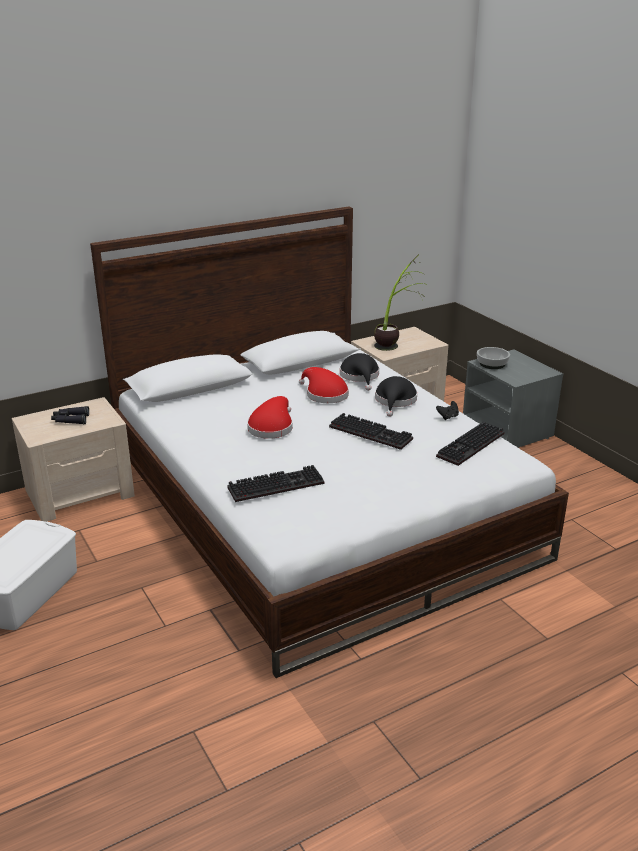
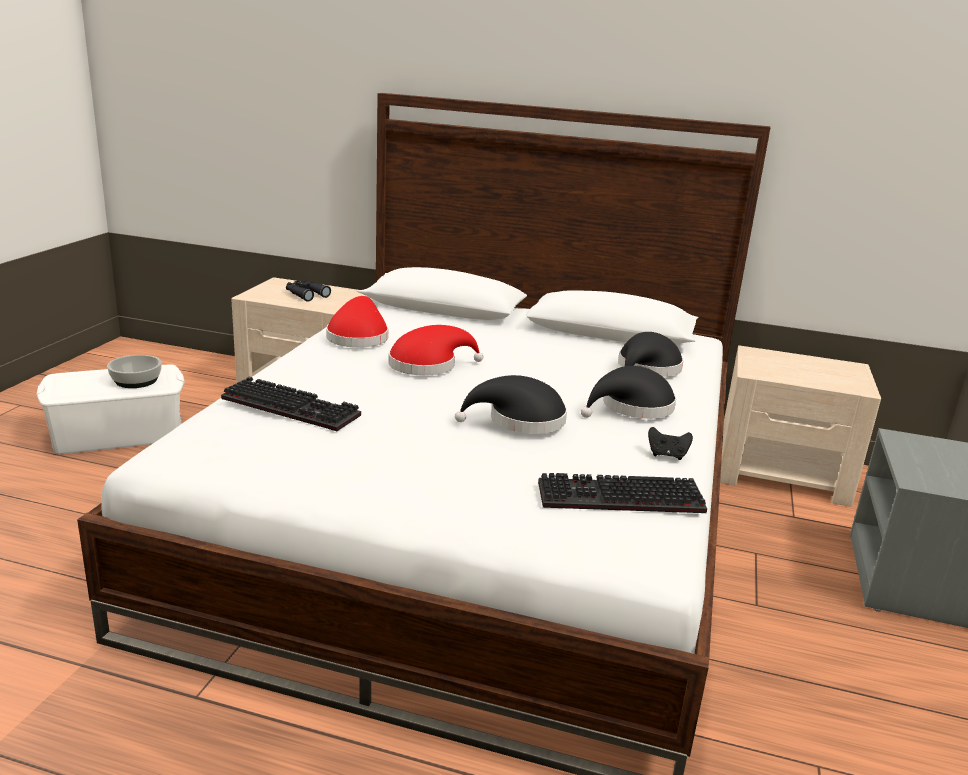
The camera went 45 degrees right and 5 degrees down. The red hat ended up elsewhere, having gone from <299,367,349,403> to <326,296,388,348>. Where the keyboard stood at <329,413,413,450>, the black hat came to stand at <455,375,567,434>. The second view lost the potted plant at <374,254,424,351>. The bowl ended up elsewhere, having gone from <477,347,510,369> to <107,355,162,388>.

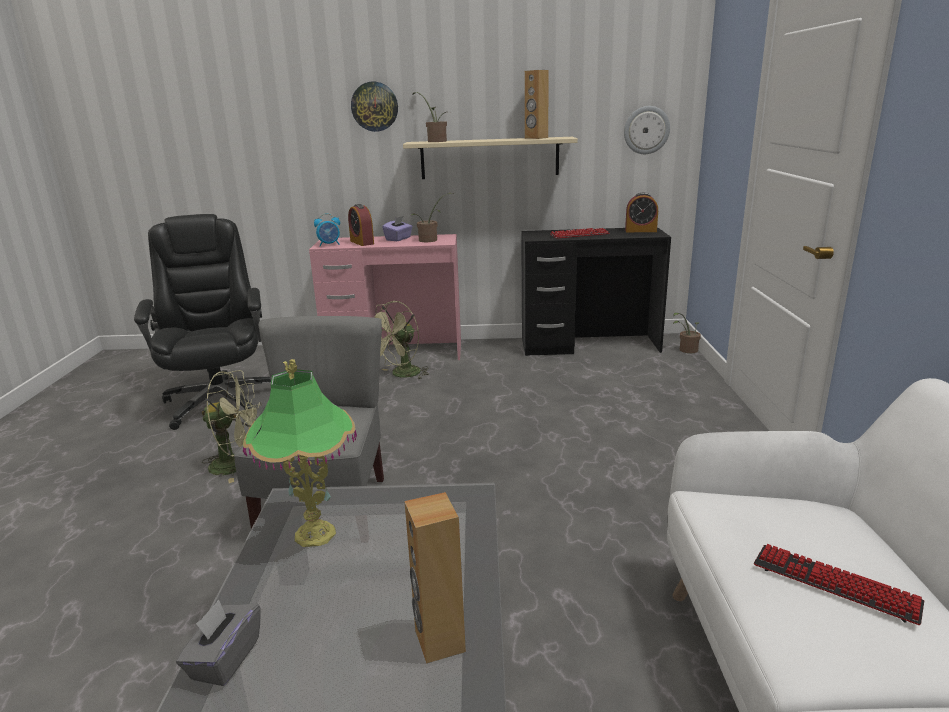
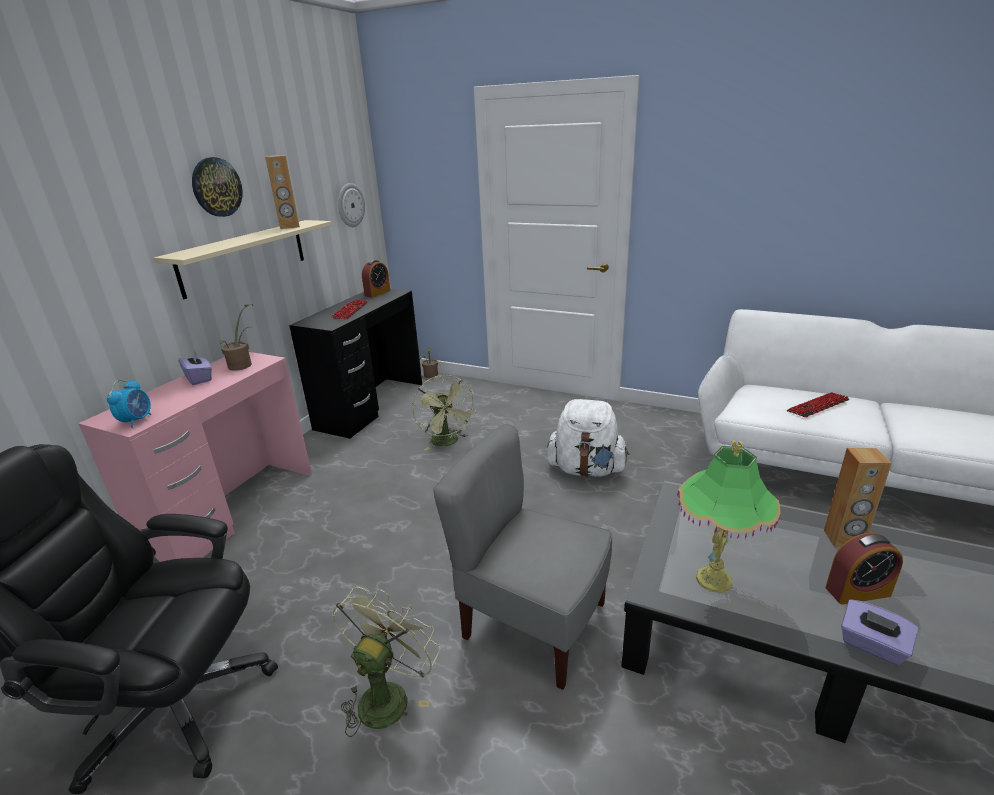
The camera went 65 degrees left and 5 degrees up. What was the grey tissue box at <176,600,261,686> turned into the purple tissue box at <841,599,918,666>. The alarm clock ended up elsewhere, having gone from <348,204,374,246> to <825,533,903,605>. The wall clock ended up elsewhere, having gone from <351,81,398,132> to <192,157,242,217>. The green fan ended up elsewhere, having gone from <374,301,429,379> to <412,375,476,450>. The second view lost the potted plant at <413,92,447,142>. The second view gained the white backpack at <547,399,629,477>.

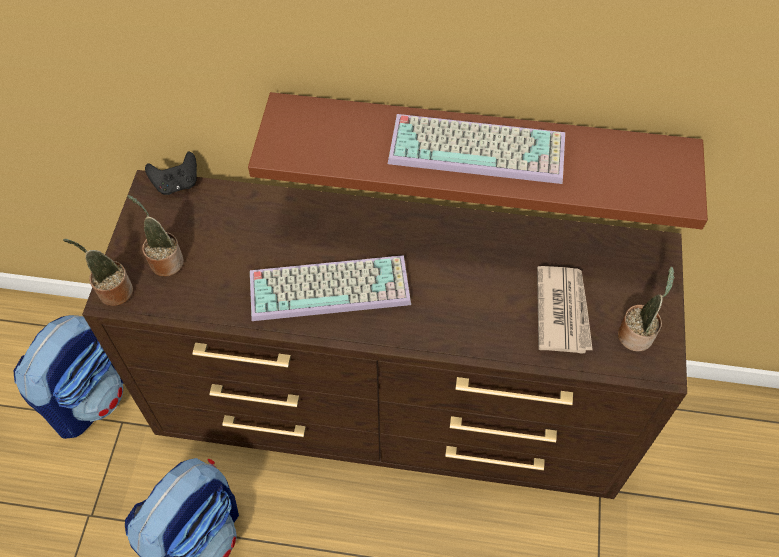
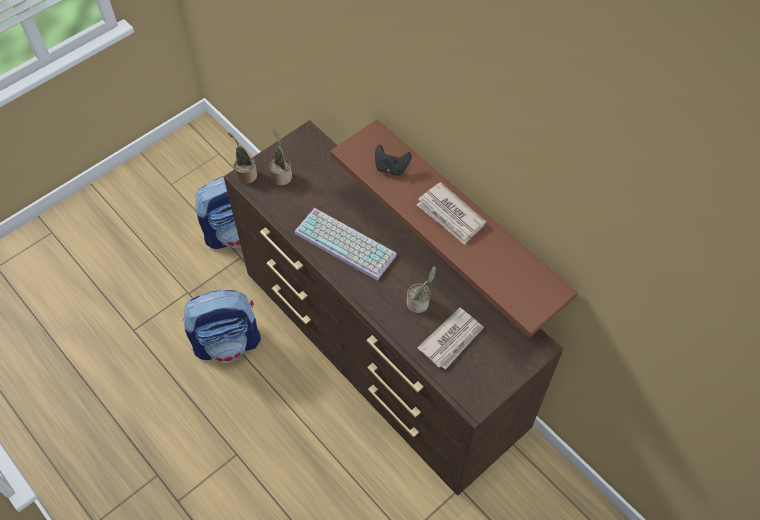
The camera went 40 degrees right and 0 degrees up. The black game controller ended up elsewhere, having gone from <145,152,197,195> to <375,145,412,176>. Where the keyboard stood at <388,114,565,184>, the newspaper came to stand at <417,182,486,245>. The potted plant ended up elsewhere, having gone from <618,266,675,352> to <407,266,436,313>.

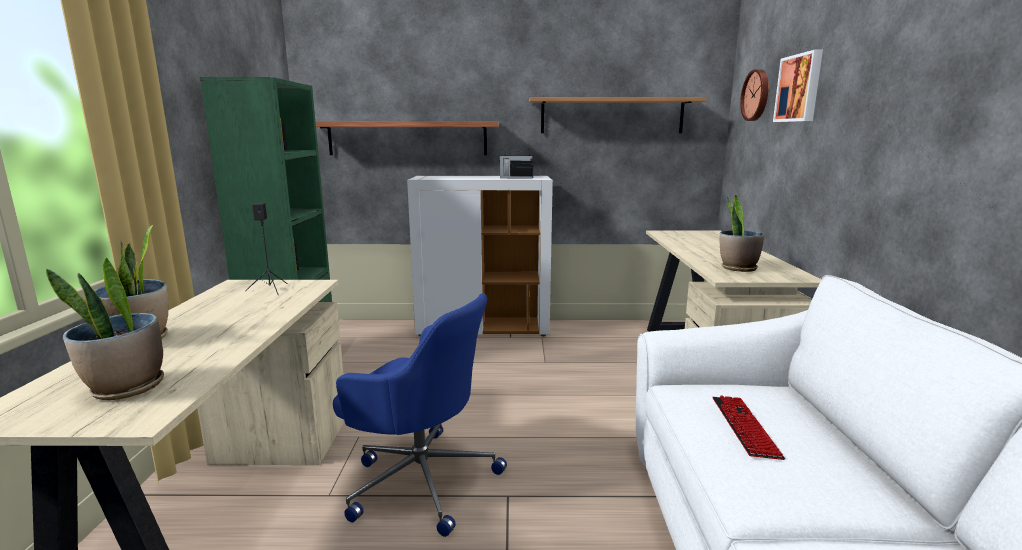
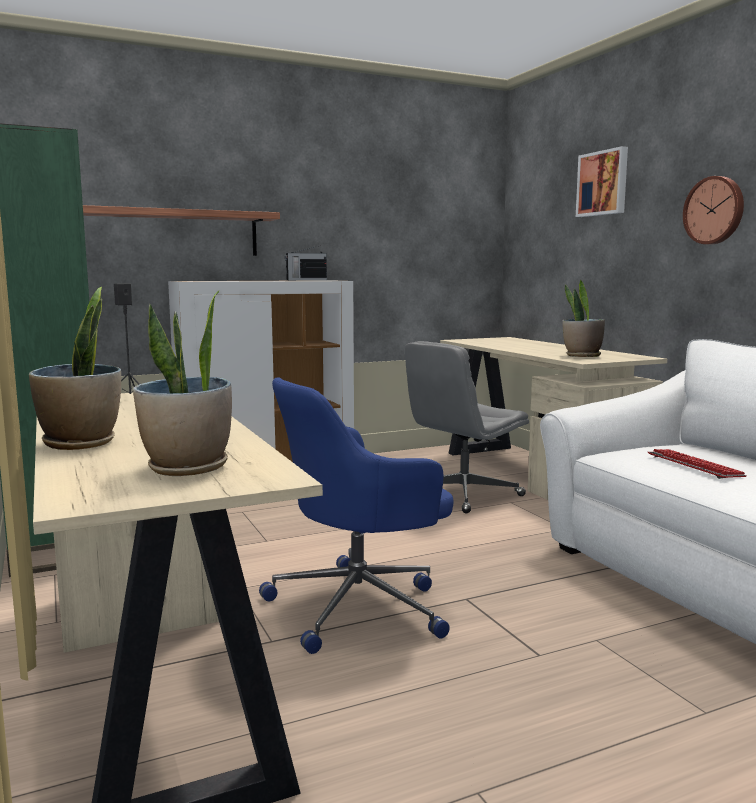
The camera went 25 degrees left and 5 degrees down. The blue office chair at <333,293,507,537> ended up facing another way, 150 degrees clockwise from before. The second view lost the shelf at <529,97,707,133>. The wall clock ended up elsewhere, having gone from <740,69,769,121> to <683,176,744,245>. The second view gained the grey office chair at <405,341,529,513>.

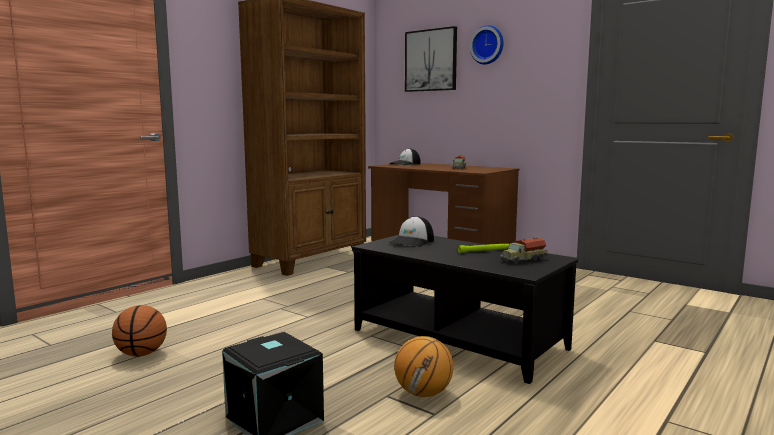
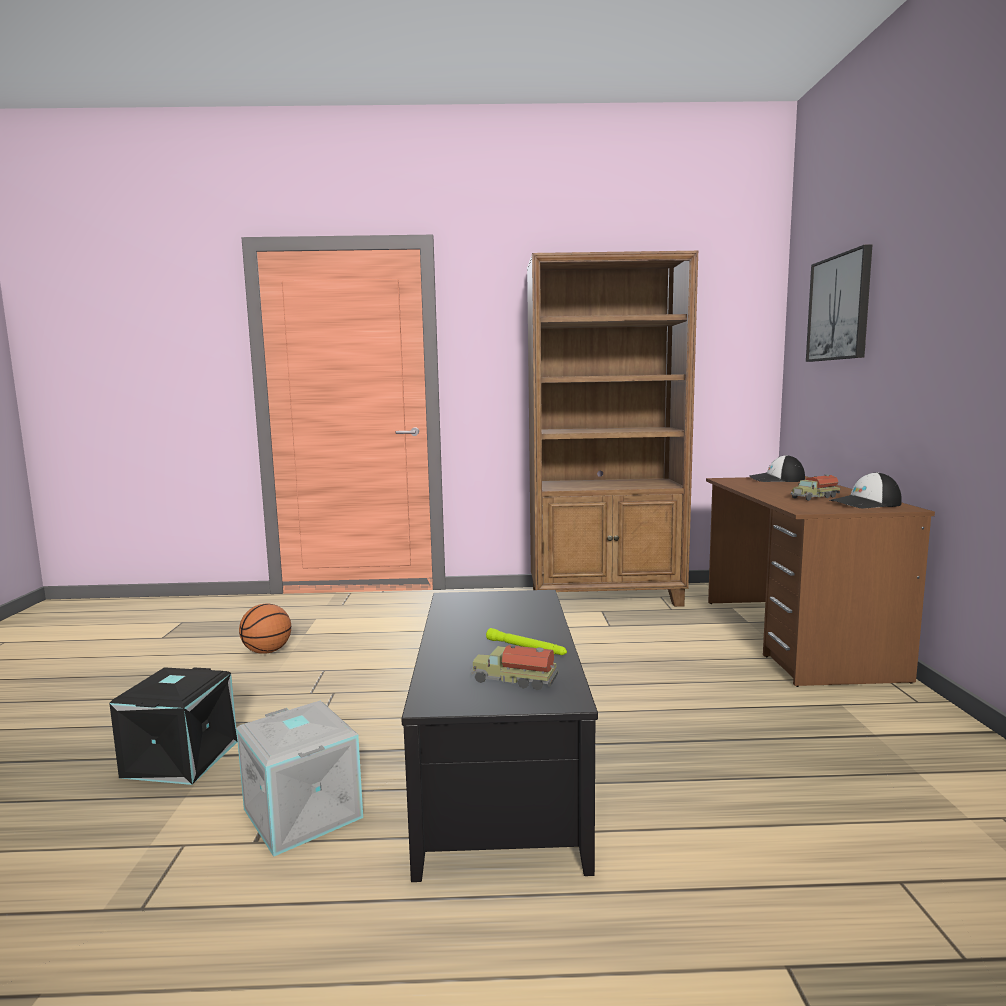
The camera went 50 degrees right and 0 degrees up. The cap ended up elsewhere, having gone from <389,216,434,247> to <829,472,902,508>. Where the basketball stood at <394,336,454,397>, the grey storage box came to stand at <236,701,363,857>. The second view lost the wall clock at <470,25,504,65>.

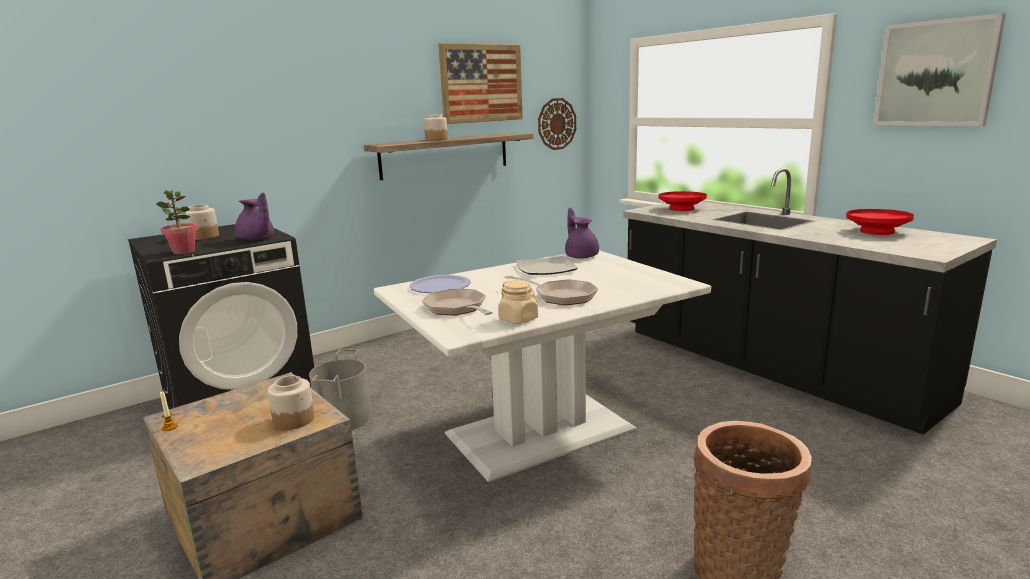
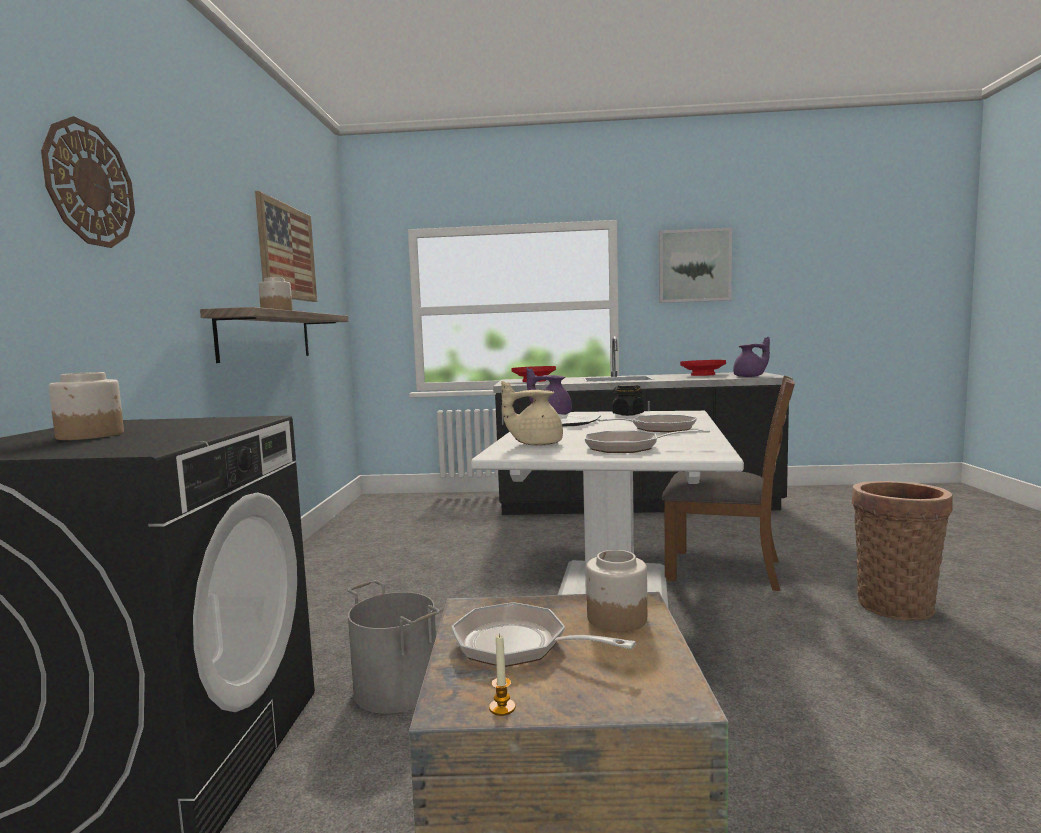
The camera went 50 degrees left and 10 degrees down. The second view lost the potted plant at <156,190,198,254>. The purple teapot ended up elsewhere, having gone from <235,192,273,240> to <733,337,770,377>. Where the plate stood at <409,275,471,293>, the beige teapot came to stand at <501,381,563,445>. The second view lost the beige jar at <498,280,538,324>. The wall clock ended up elsewhere, having gone from <538,98,576,150> to <41,116,135,248>. The second view gained the frying pan at <452,602,636,667>. The second view gained the black jar at <612,384,644,416>. The second view gained the brown chair at <662,375,795,591>.

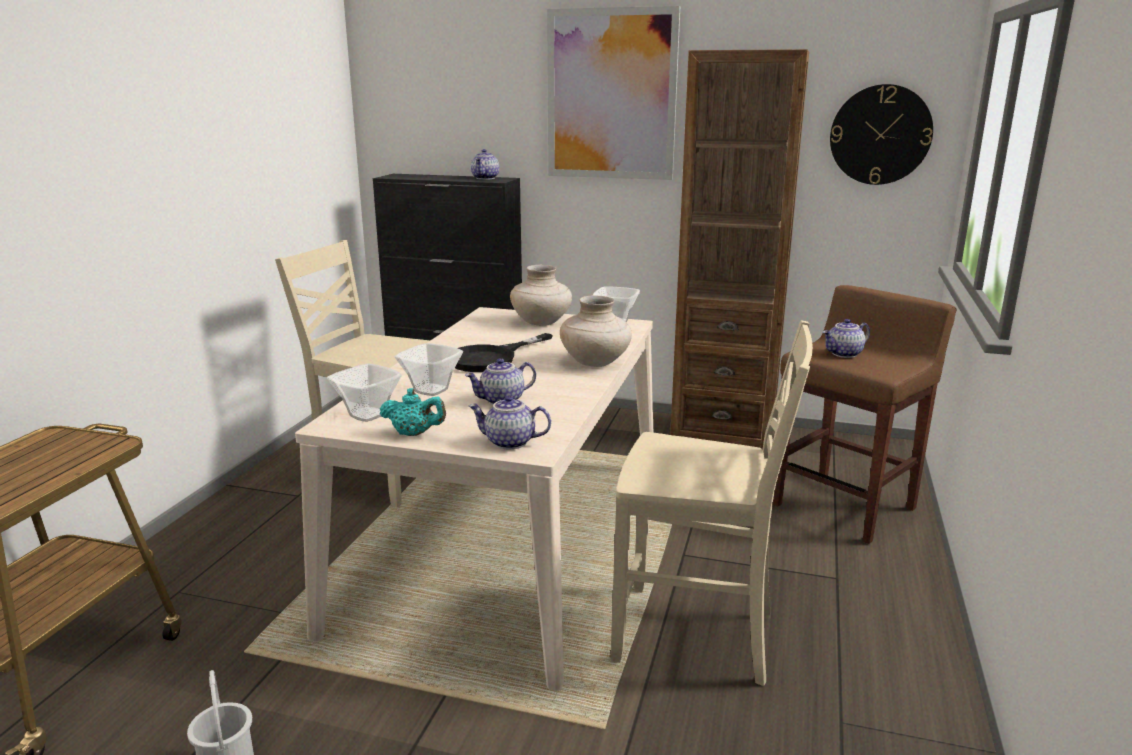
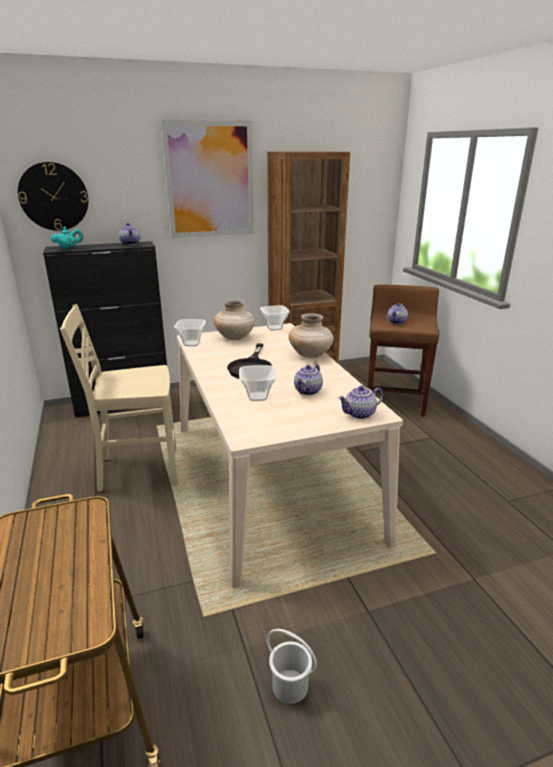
The camera went 35 degrees left and 5 degrees up. The bowl ended up elsewhere, having gone from <327,363,402,422> to <174,319,206,346>. The turquoise teapot ended up elsewhere, having gone from <380,388,446,436> to <51,227,83,249>. The second view lost the beige chair at <611,320,813,686>. The wall clock ended up elsewhere, having gone from <830,84,933,185> to <18,162,88,231>.

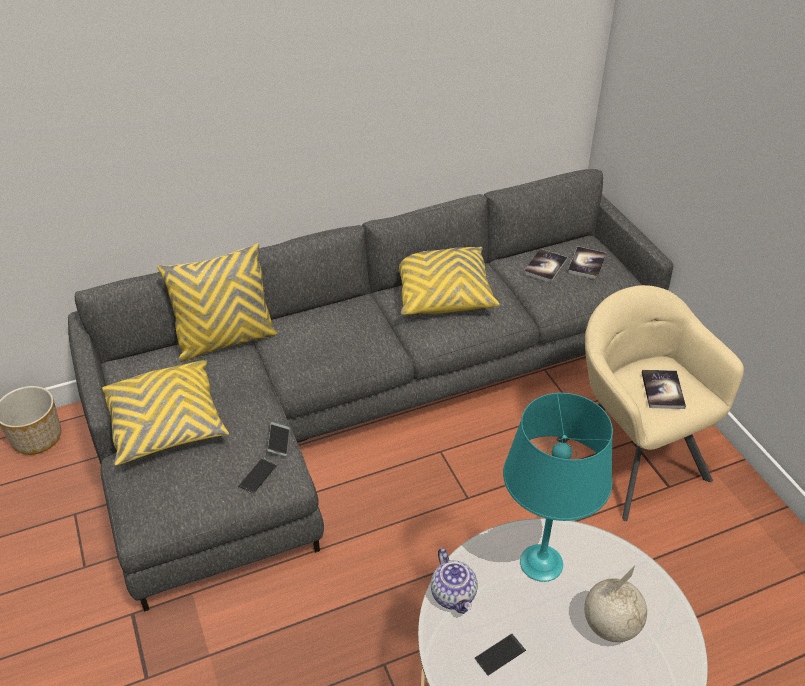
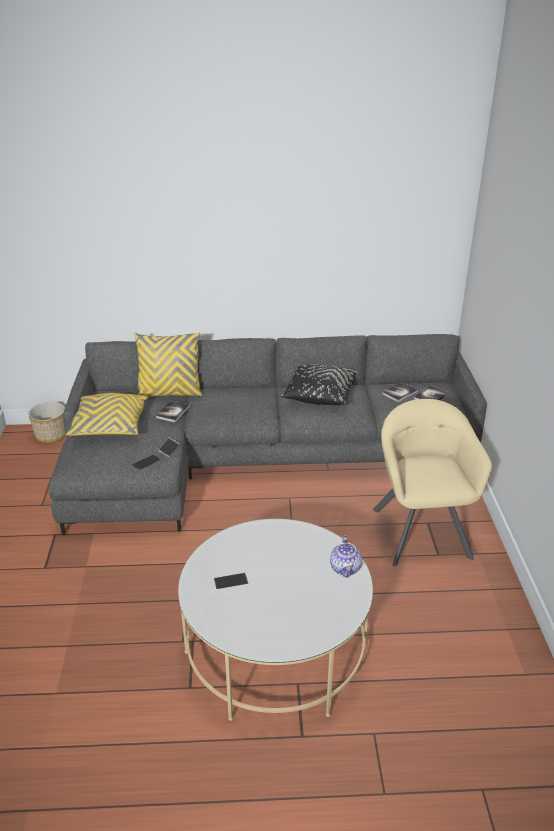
The camera went 20 degrees right and 10 degrees down. What was the yellow pillow at <399,247,500,315> turned into the black pillow at <281,364,358,405>. The teapot ended up elsewhere, having gone from <431,548,478,614> to <330,535,362,578>. The second view lost the turquoise table lamp at <503,393,613,582>. The second view lost the globe at <584,566,647,642>. The book ended up elsewhere, having gone from <642,370,686,409> to <156,400,190,422>.

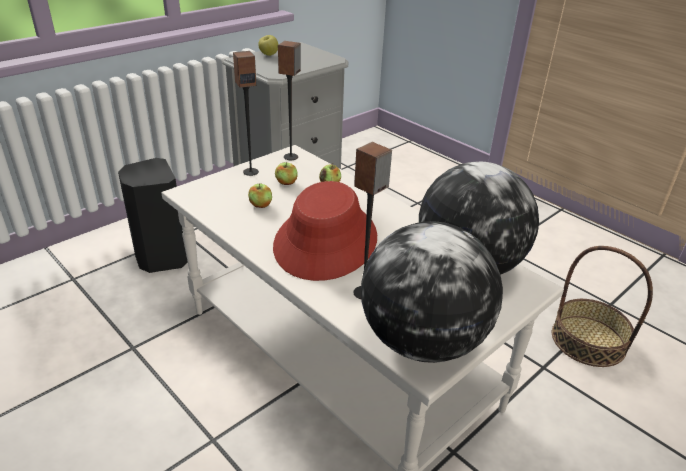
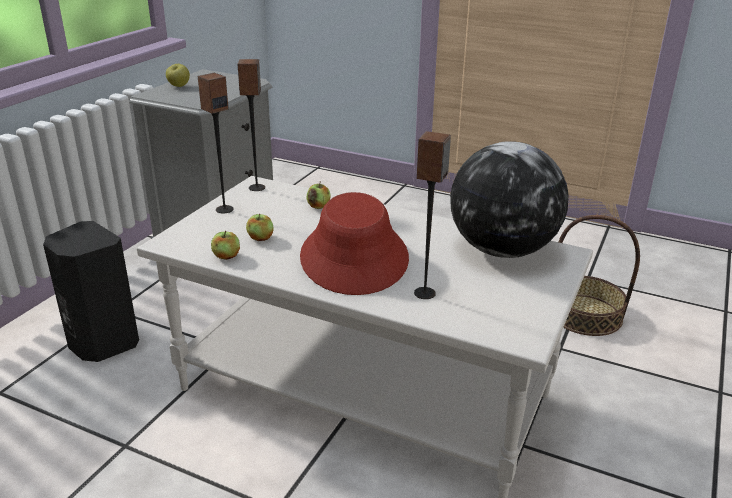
The camera went 20 degrees left and 5 degrees down. The apple ended up elsewhere, having gone from <275,162,298,185> to <211,231,240,260>. The second view lost the globe at <361,221,503,363>.

